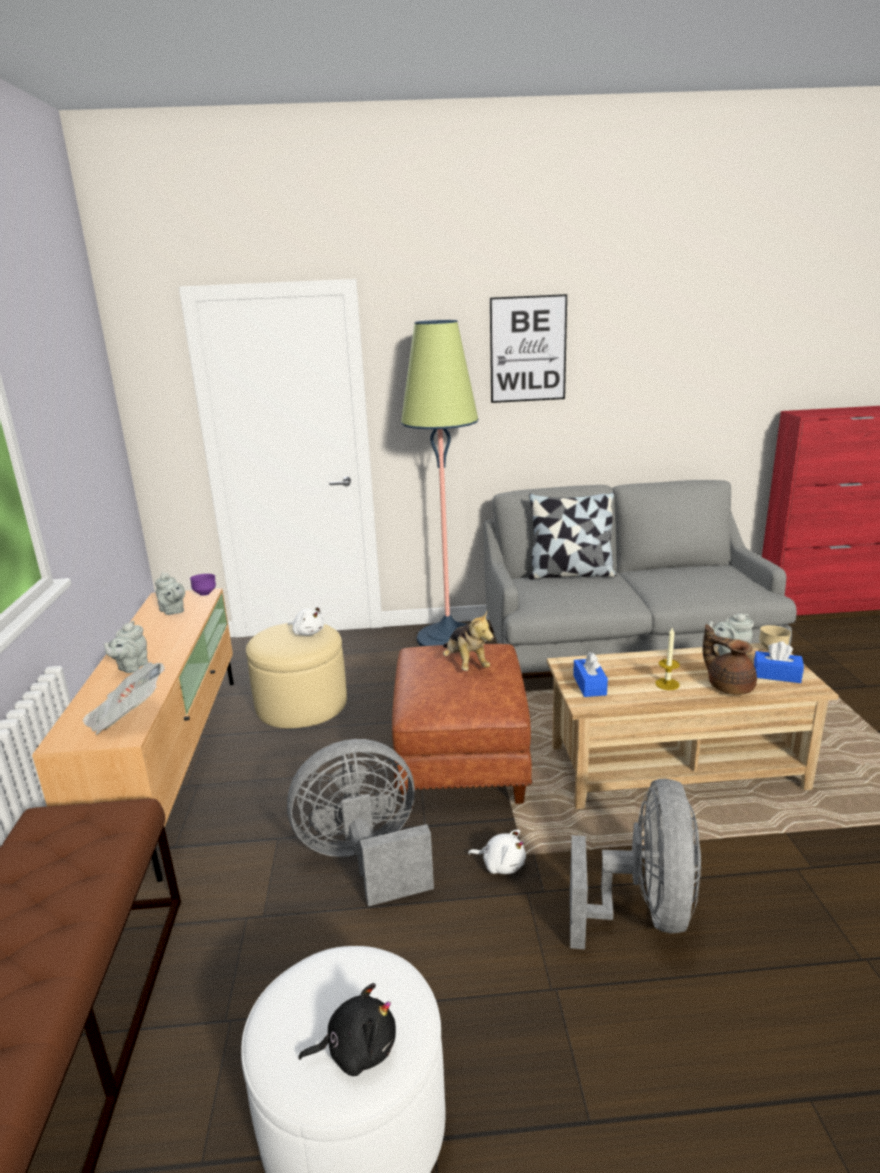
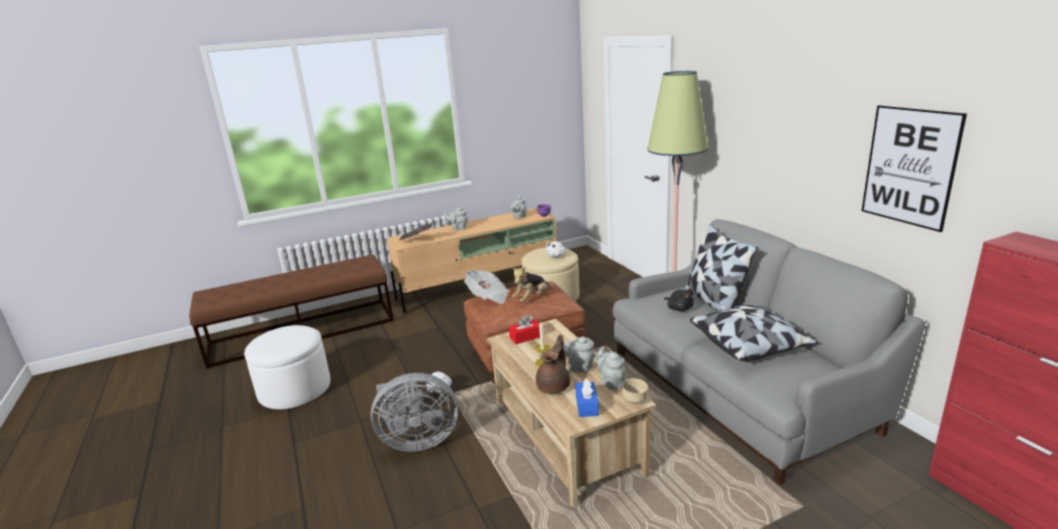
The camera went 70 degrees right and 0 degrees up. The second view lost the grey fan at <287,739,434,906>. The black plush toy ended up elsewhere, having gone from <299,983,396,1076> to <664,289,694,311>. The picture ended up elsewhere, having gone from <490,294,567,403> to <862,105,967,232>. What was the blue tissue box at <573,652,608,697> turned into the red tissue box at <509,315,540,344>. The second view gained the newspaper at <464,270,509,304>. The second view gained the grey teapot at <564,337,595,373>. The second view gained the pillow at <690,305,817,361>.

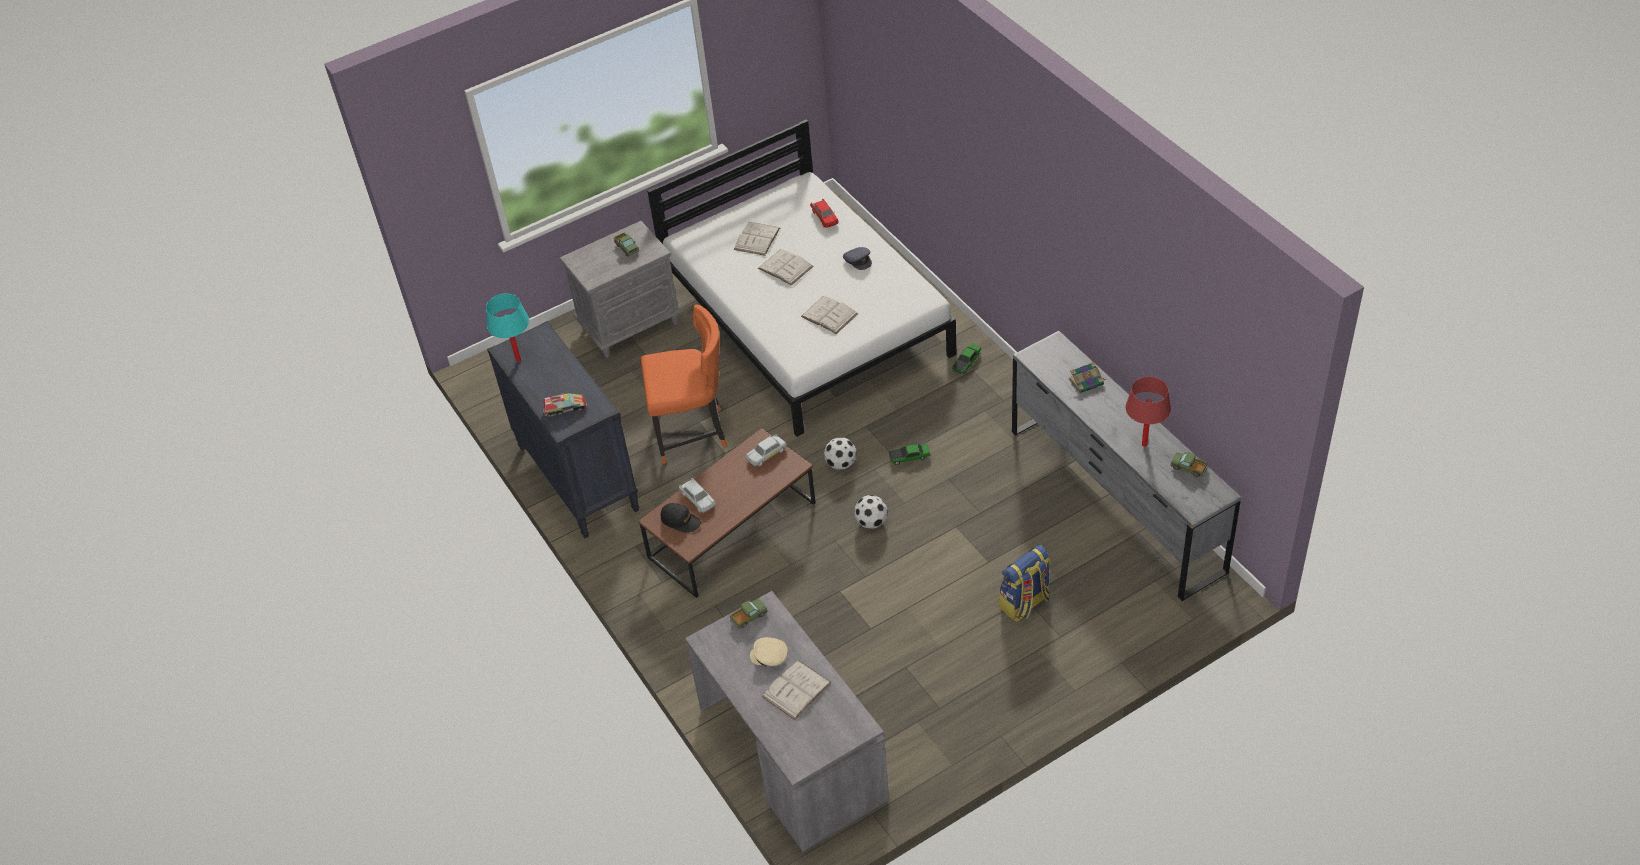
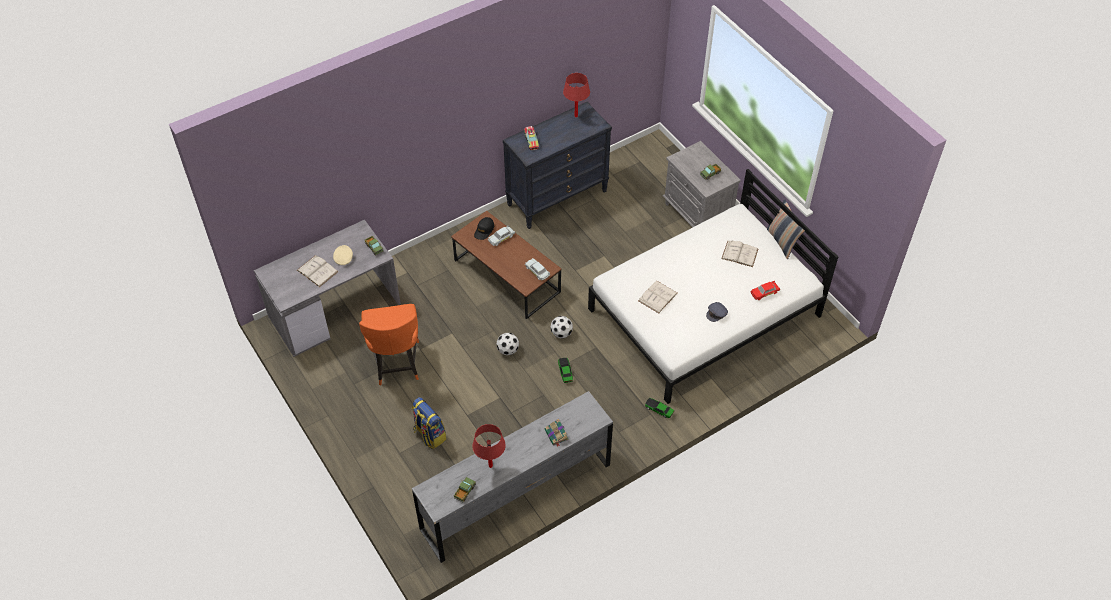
The camera went 85 degrees right and 5 degrees up. What was the turquoise table lamp at <486,293,529,362> turned into the red table lamp at <563,73,590,118>. The orange chair ended up elsewhere, having gone from <641,304,727,464> to <359,304,419,385>. The second view lost the white book at <758,249,814,286>. The second view gained the pillow at <767,199,805,259>.

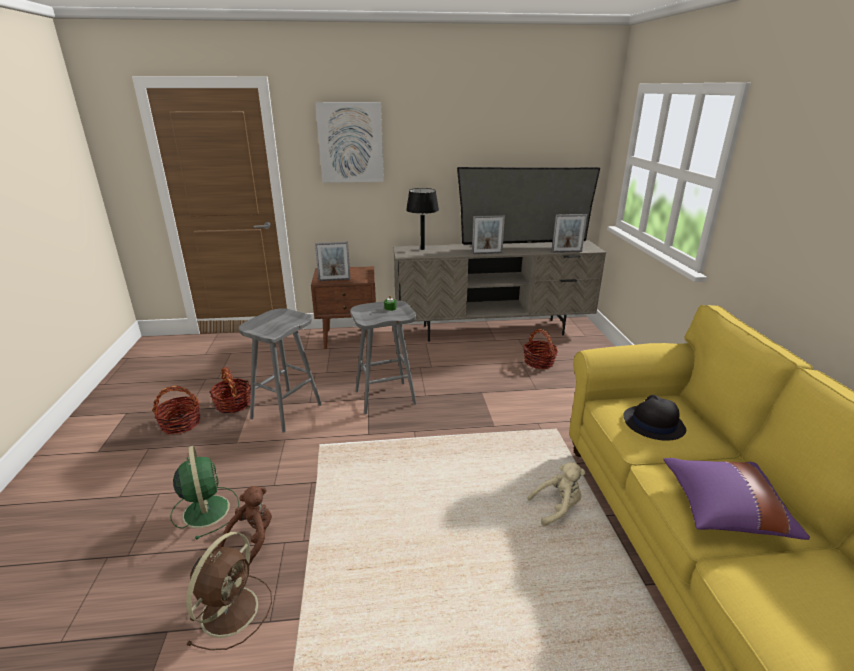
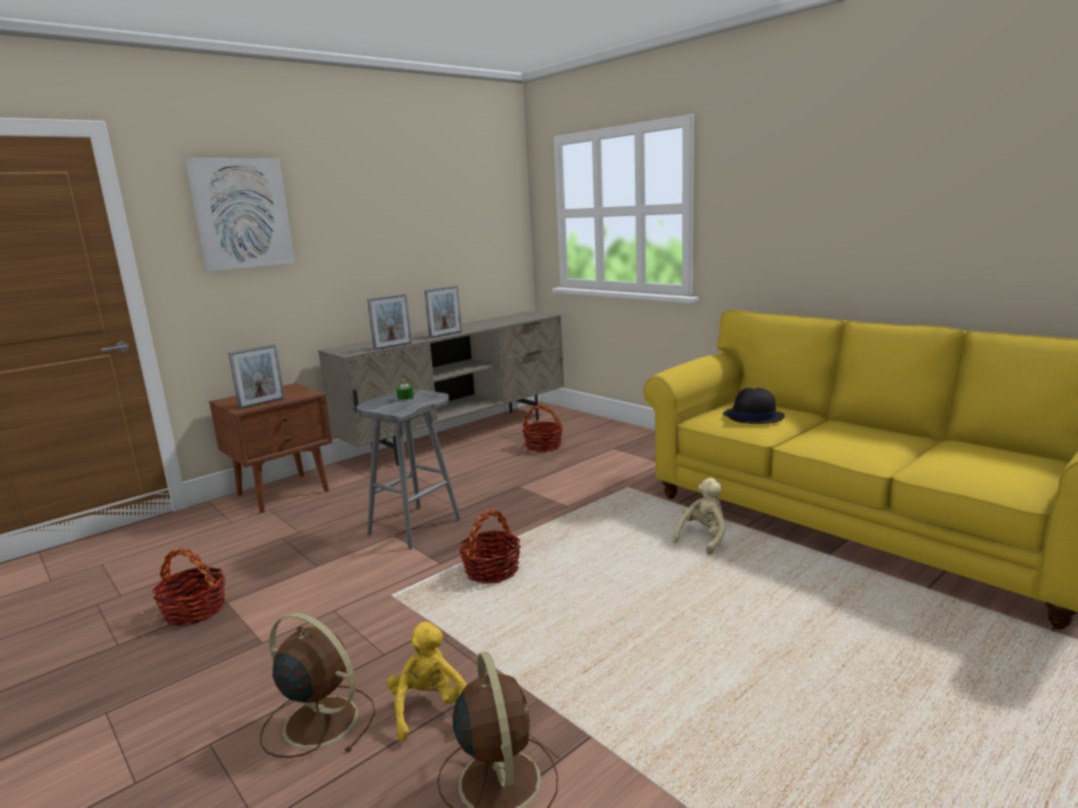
The camera went 35 degrees left and 10 degrees down. The basket ended up elsewhere, having gone from <152,386,200,434> to <459,510,521,584>. What was the green fan at <170,446,239,539> turned into the brown fan at <260,613,375,758>. What was the brown plush toy at <218,486,272,565> turned into the yellow plush toy at <387,622,467,742>. The second view lost the grey stool at <239,308,322,433>. The second view lost the black table lamp at <406,188,439,250>. The second view lost the television at <457,167,600,246>. The picture frame ended up elsewhere, having gone from <551,214,587,253> to <367,294,412,350>. The second view lost the purple pillow at <663,458,810,540>.

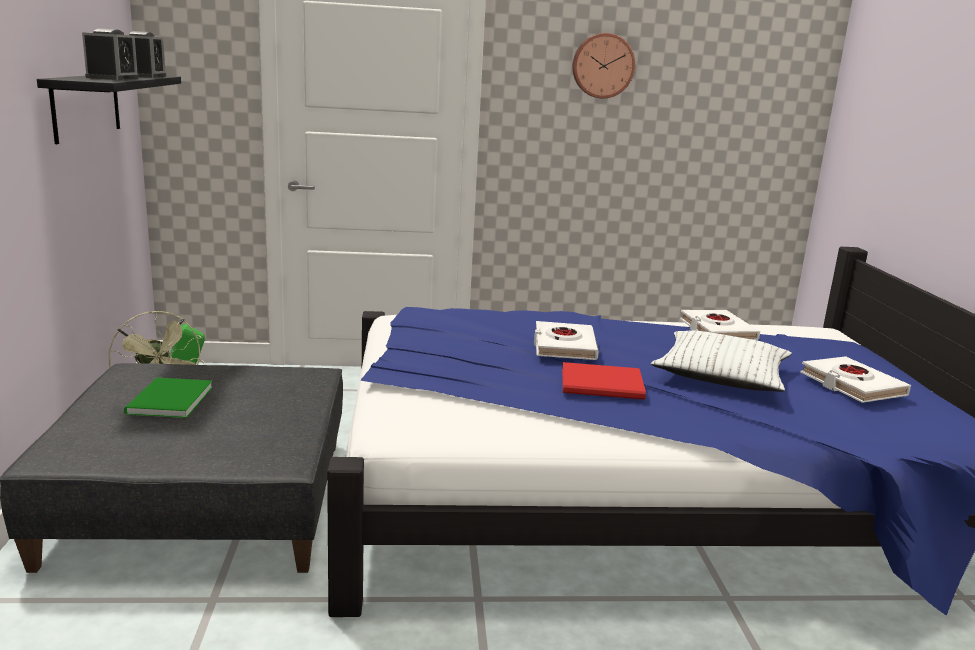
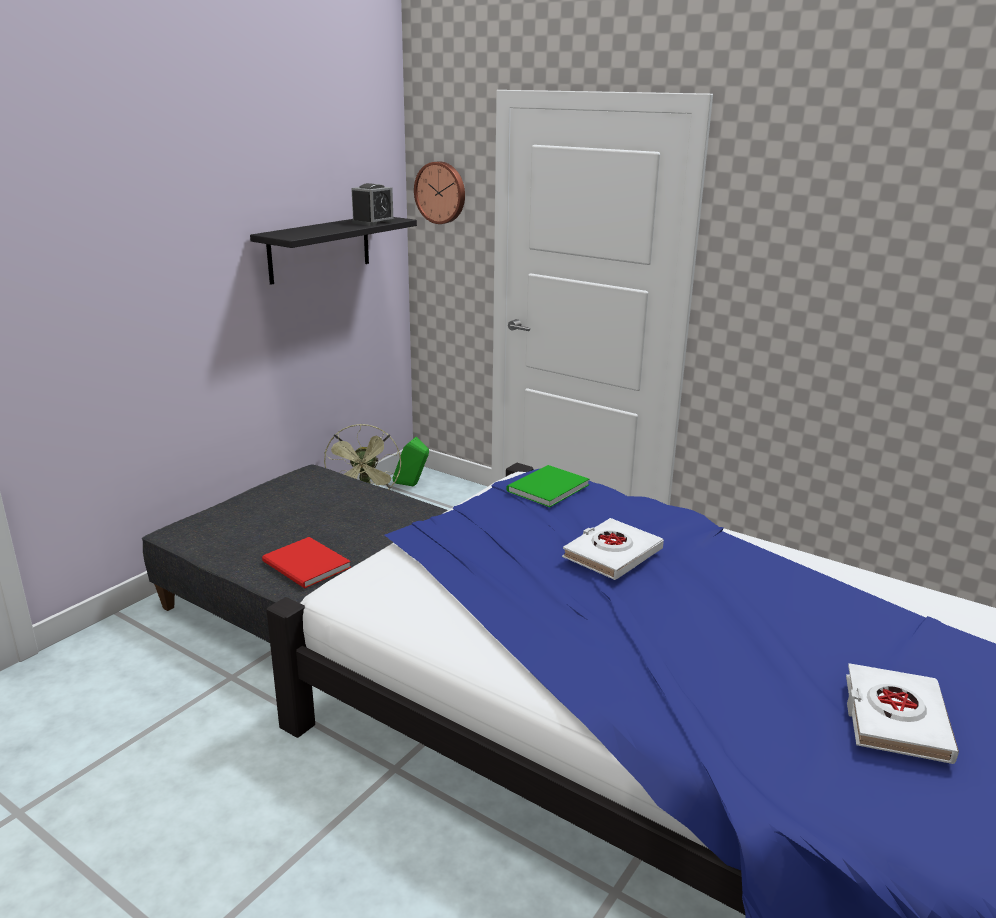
The camera went 40 degrees right and 5 degrees up. The second view lost the alarm clock at <82,29,139,80>. The green book ended up elsewhere, having gone from <124,378,213,418> to <507,465,589,507>. The red book ended up elsewhere, having gone from <562,362,646,400> to <262,537,351,588>. The wall clock ended up elsewhere, having gone from <573,33,635,98> to <414,161,465,224>. The second view lost the white pillow at <651,330,792,392>. The second view lost the white book at <680,310,760,340>.

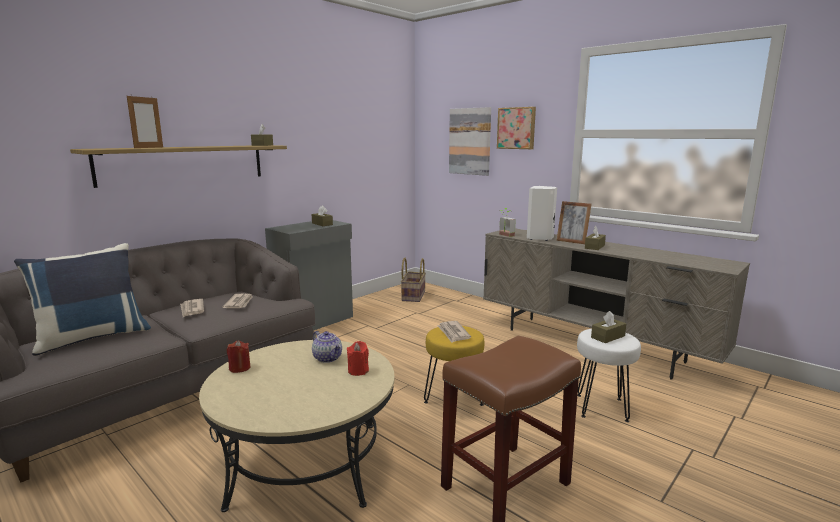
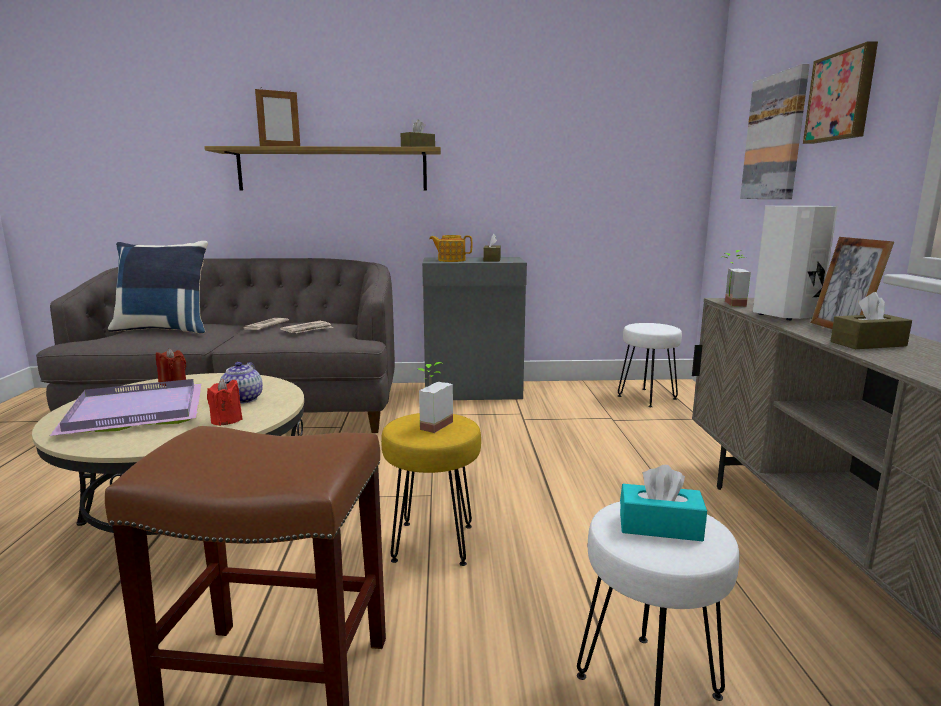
The camera went 45 degrees right and 0 degrees up. Where the basket stood at <401,258,426,302>, the white stool came to stand at <618,323,682,407>. Where the newspaper stood at <437,321,471,343>, the potted plant came to stand at <418,362,453,433>. What was the brown tissue box at <591,311,626,343> turned into the turquoise tissue box at <620,465,707,541>. The second view gained the purple tray at <50,379,201,436>. The second view gained the teapot at <429,235,472,262>.

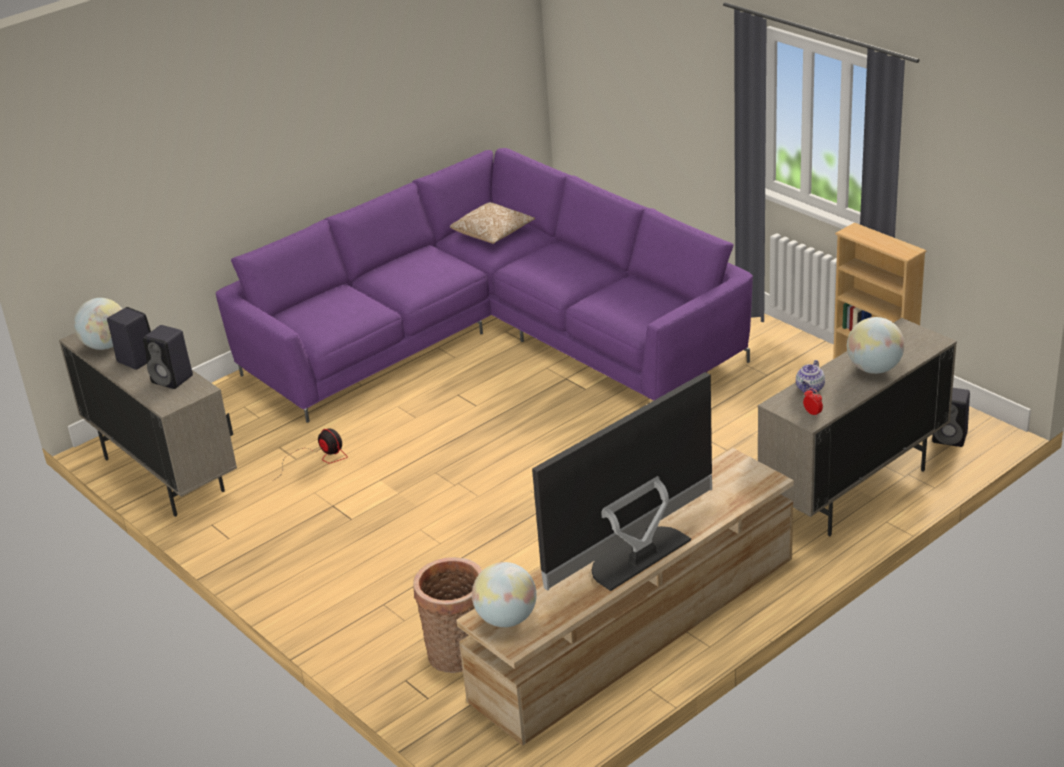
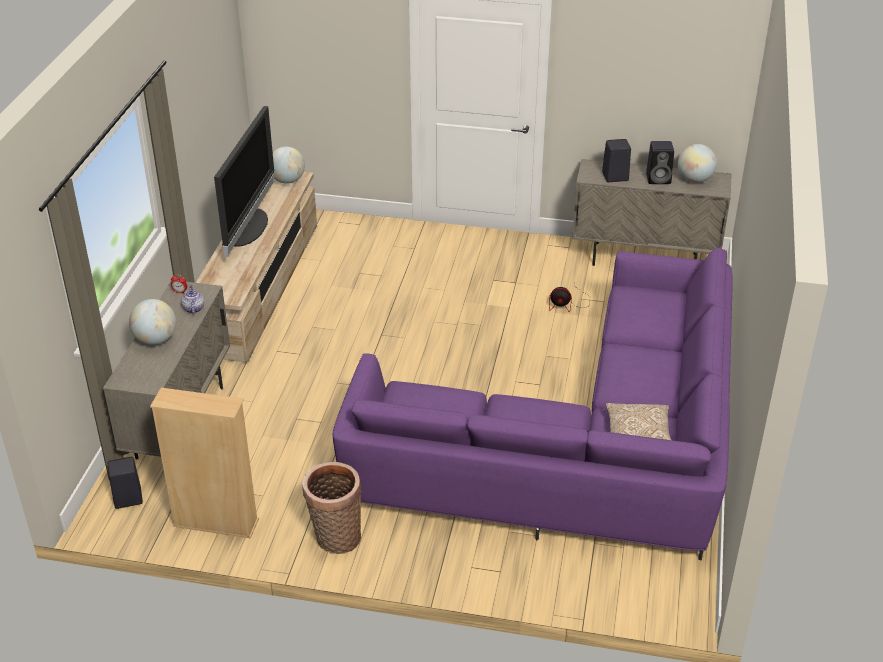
The camera went 140 degrees right and 5 degrees up. The basket ended up elsewhere, having gone from <413,557,483,673> to <302,462,361,554>.

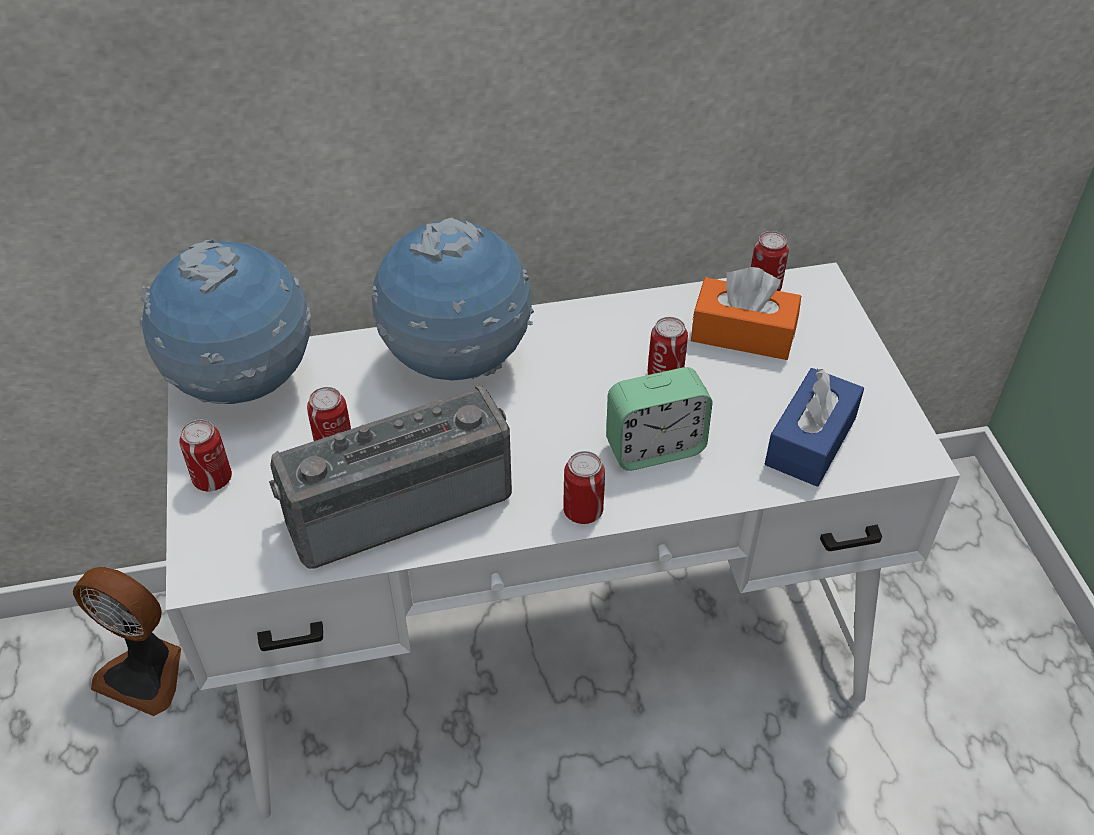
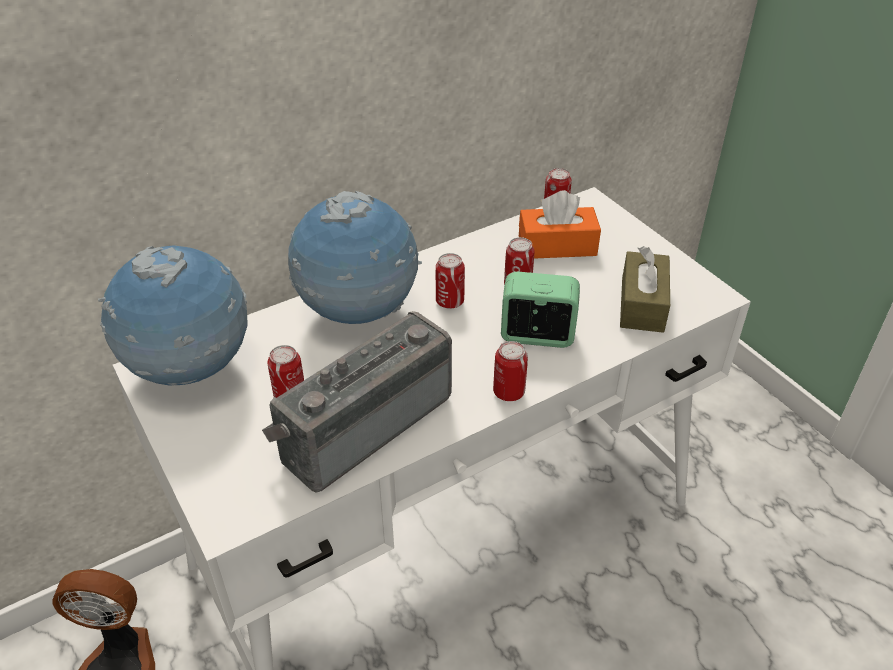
The camera went 20 degrees left and 5 degrees down. The can ended up elsewhere, having gone from <179,420,232,491> to <436,253,465,309>. The alarm clock at <606,367,713,471> ended up facing another way, 135 degrees counterclockwise from before. What was the blue tissue box at <765,368,864,487> turned into the brown tissue box at <620,246,670,333>.

